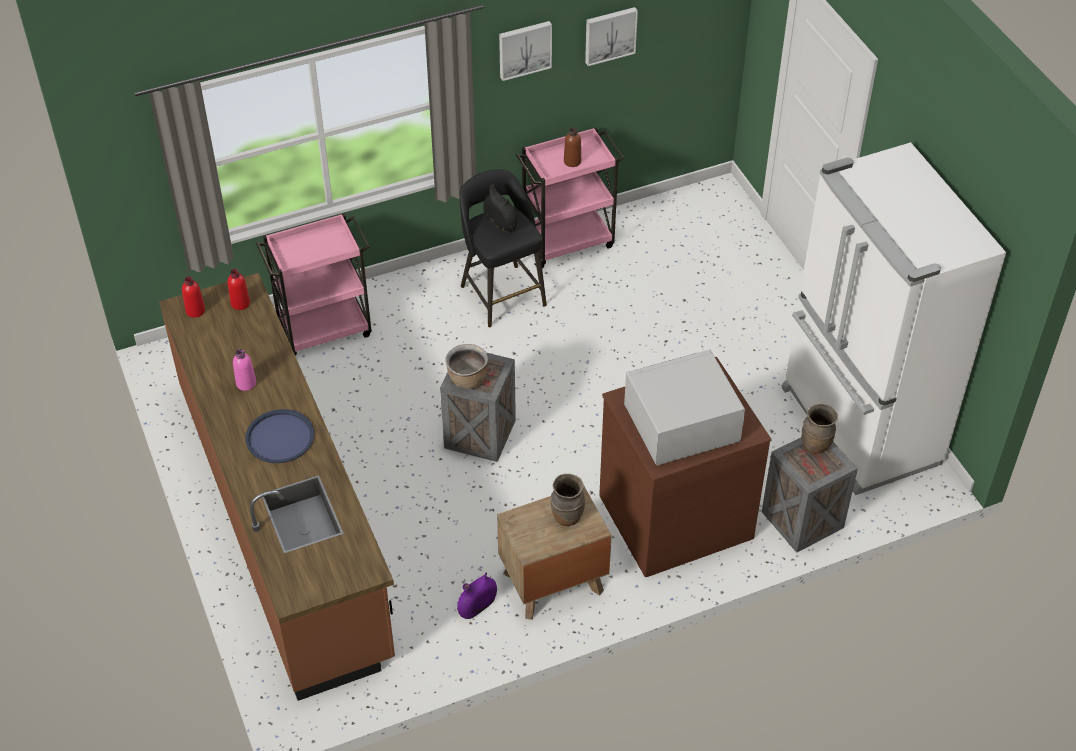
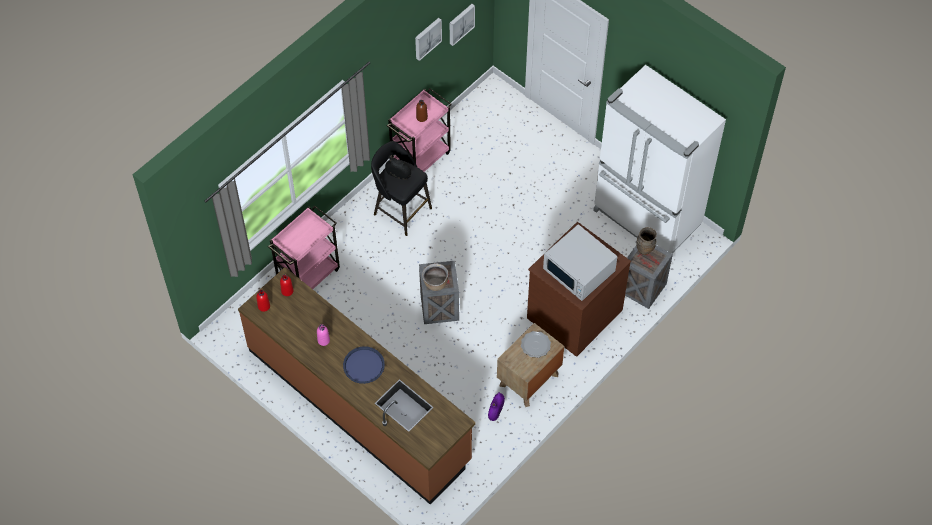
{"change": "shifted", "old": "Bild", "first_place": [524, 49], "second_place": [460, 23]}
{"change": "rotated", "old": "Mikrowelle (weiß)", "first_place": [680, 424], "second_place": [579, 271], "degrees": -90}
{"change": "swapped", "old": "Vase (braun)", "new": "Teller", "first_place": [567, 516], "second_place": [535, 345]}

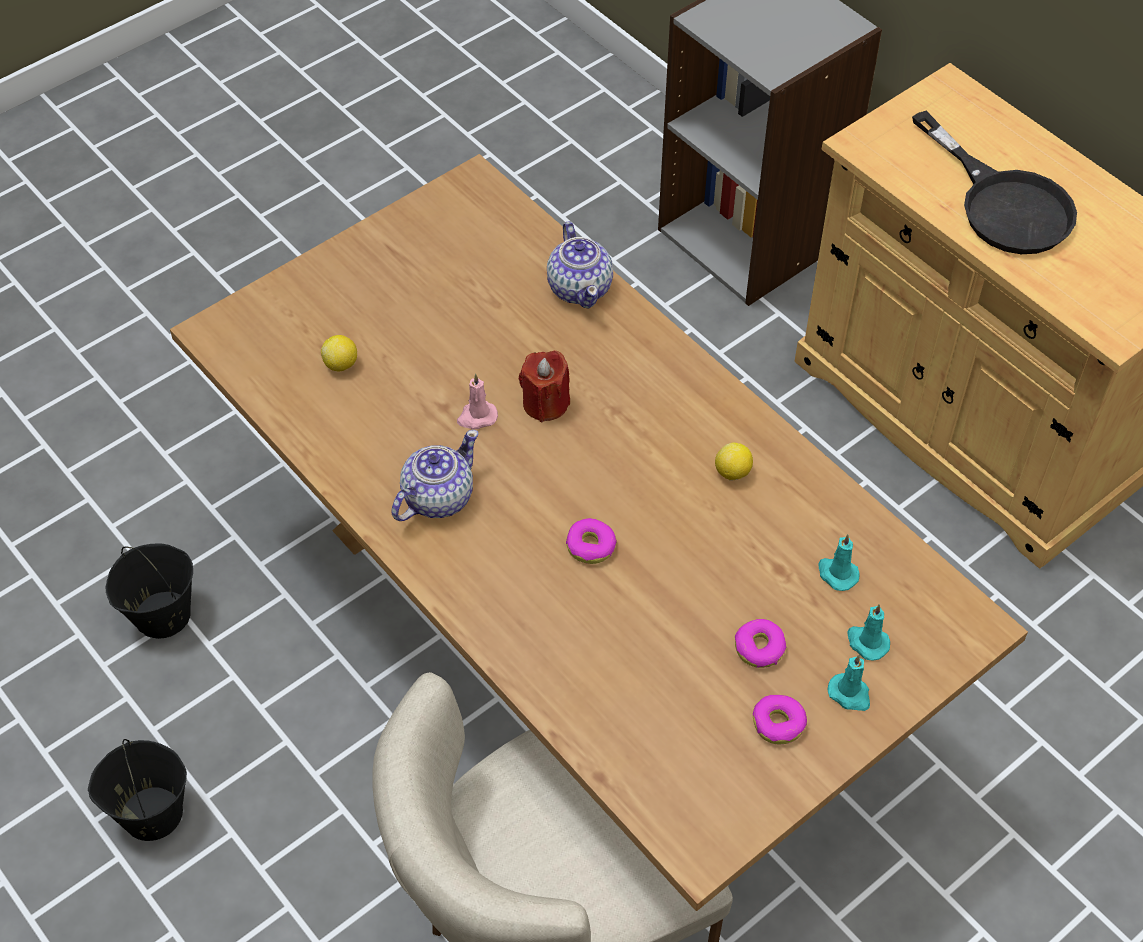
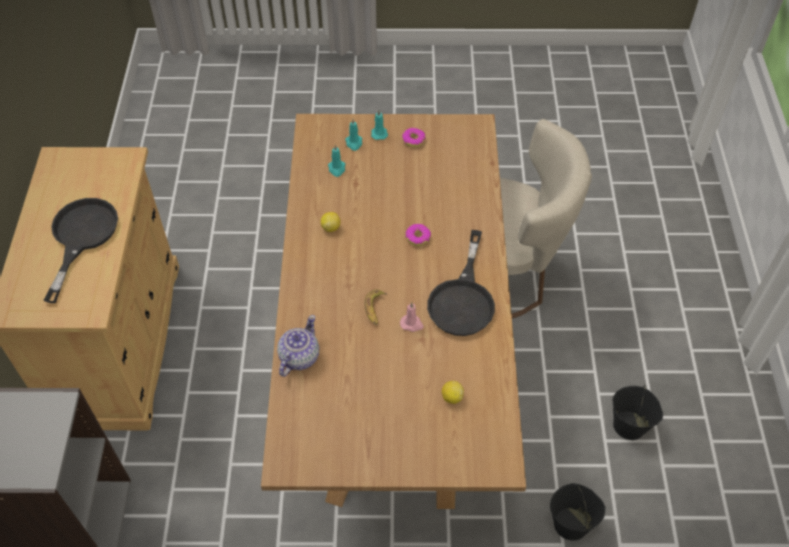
{"change": "swapped", "old": "Kerze (rot)", "new": "Banane", "first_place": [545, 403], "second_place": [375, 309]}
{"change": "swapped", "old": "Teekanne", "new": "Pfanne (schwarz)", "first_place": [437, 498], "second_place": [463, 299]}
{"change": "gone", "old": "Donut", "first_place": [759, 648]}

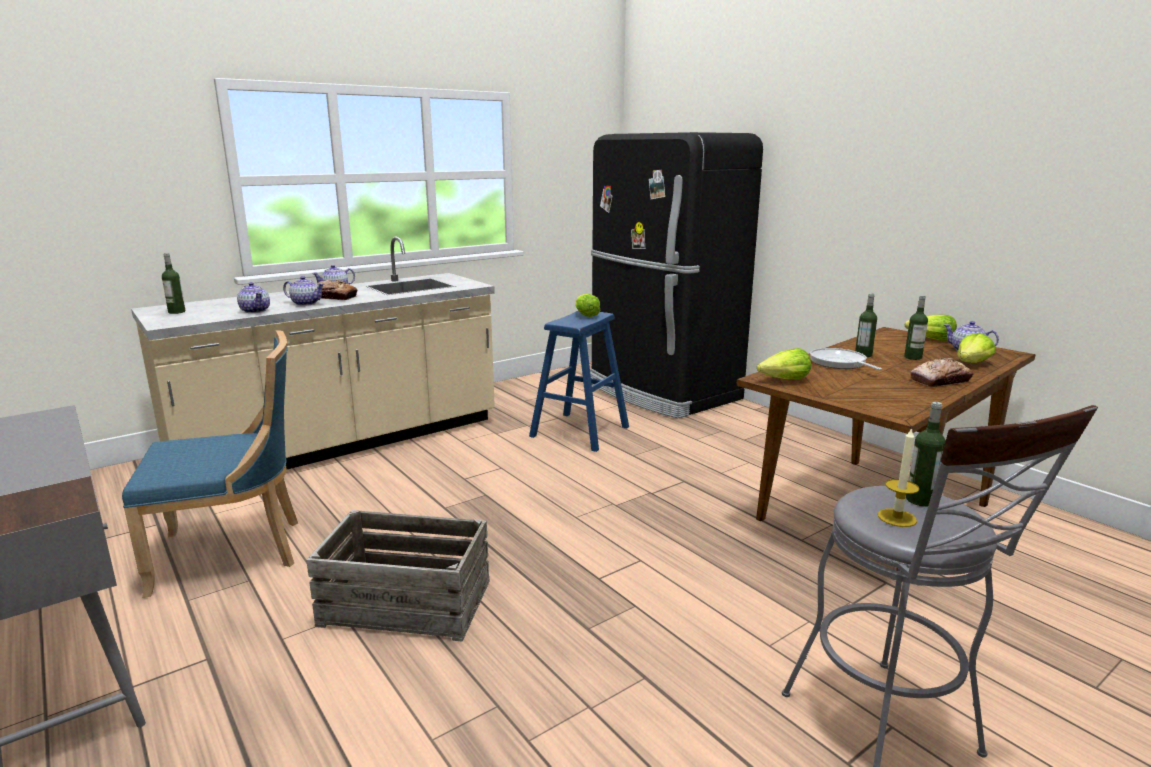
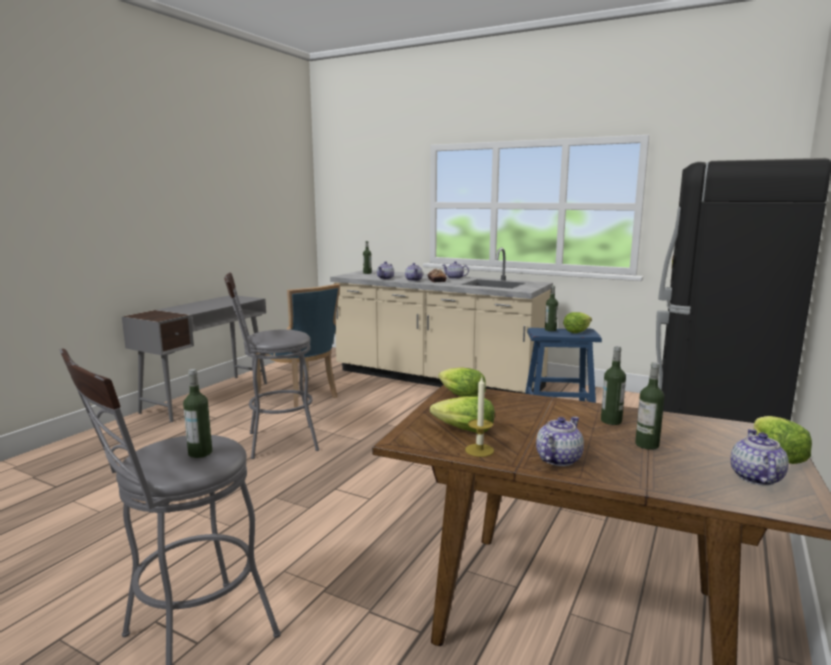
{"change": "shifted", "old": "Salatkopf", "first_place": [972, 364], "second_place": [464, 430]}
{"change": "gone", "old": "Pfanne", "first_place": [839, 363]}
{"change": "swapped", "old": "Brot", "new": "Teekanne", "first_place": [940, 381], "second_place": [557, 459]}
{"change": "shifted", "old": "Kerze", "first_place": [897, 518], "second_place": [479, 450]}
{"change": "swapped", "old": "Kiste", "new": "Hocker (grau)", "first_place": [405, 604], "second_place": [275, 442]}
{"change": "new", "new": "Flasche", "second_place": [550, 330]}

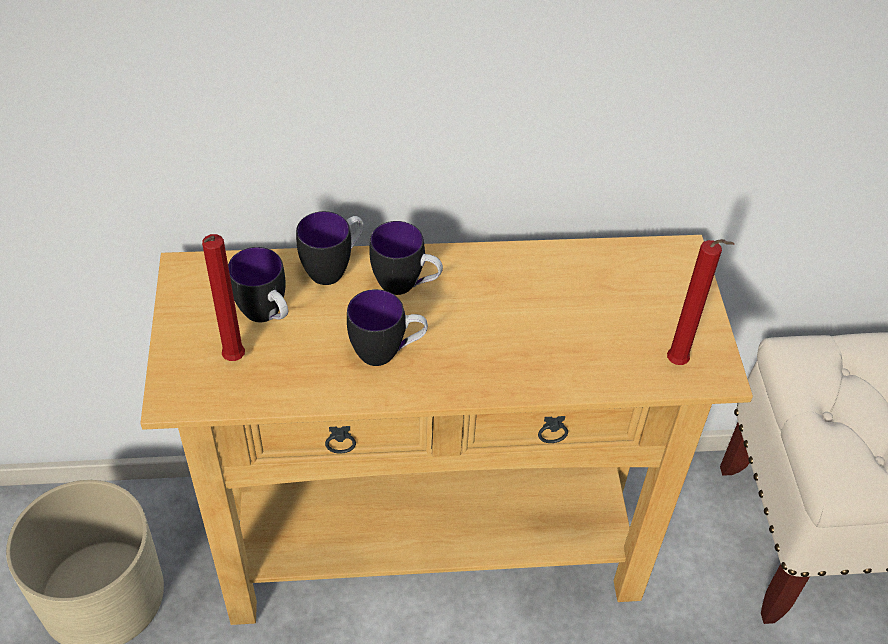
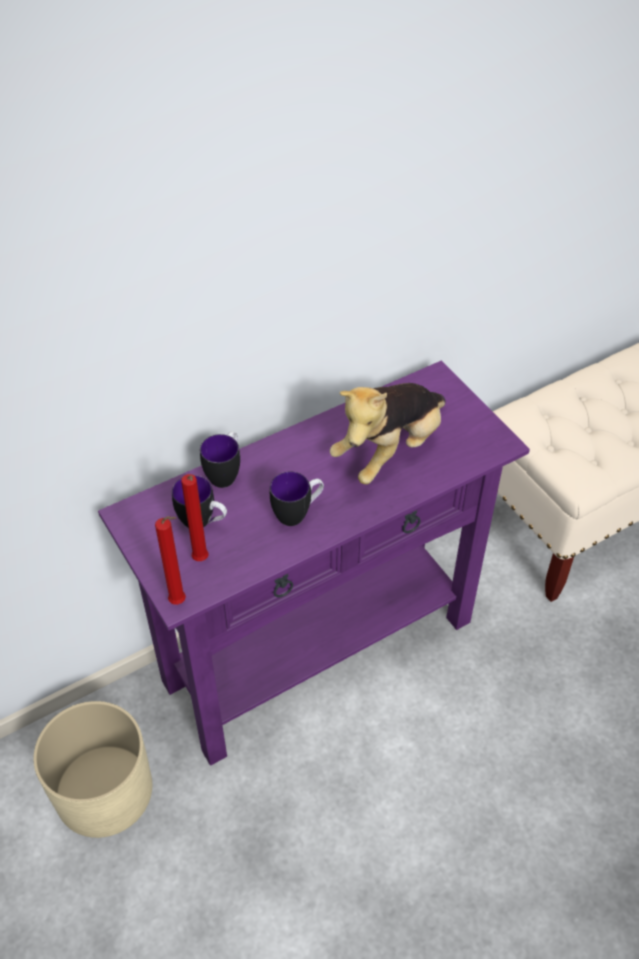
{"change": "gone", "old": "Henkelbecher", "first_place": [406, 286]}
{"change": "repainted", "old": "Konsolentisch (beige)", "new": "Konsolentisch (lila)", "first_place": [433, 549], "second_place": [319, 651]}
{"change": "shifted", "old": "Kerze (rot)", "first_place": [679, 364], "second_place": [180, 602]}
{"change": "new", "new": "Plüschtier", "second_place": [389, 450]}

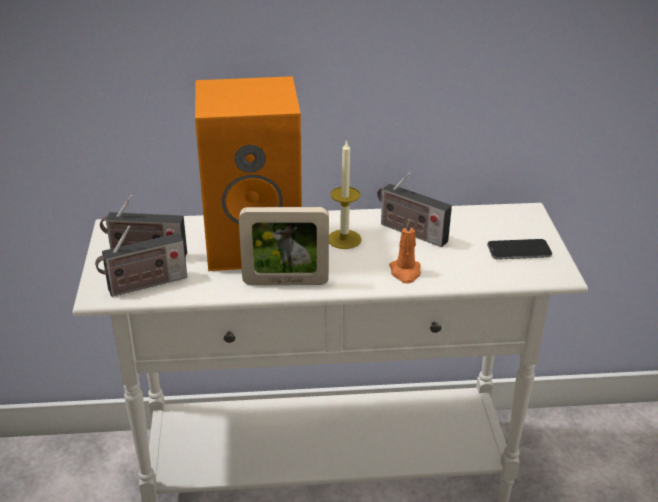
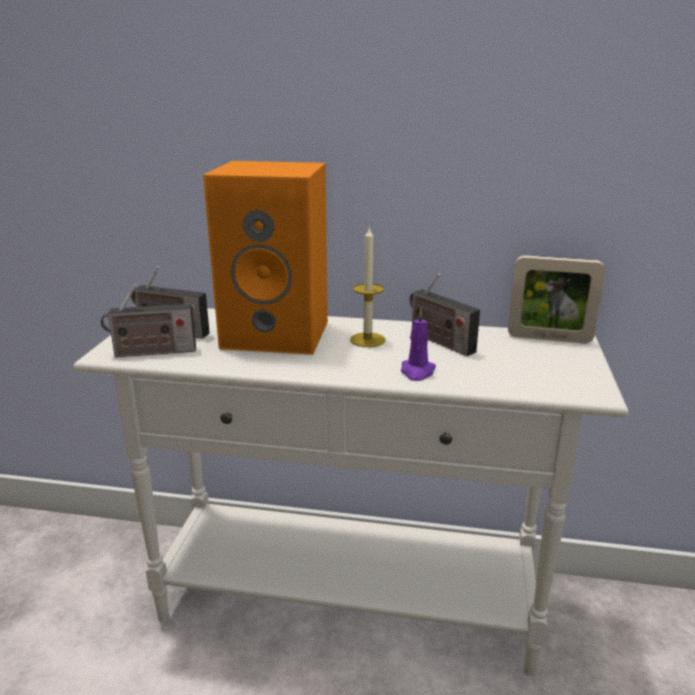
{"change": "shifted", "old": "Bilderrahmen", "first_place": [285, 282], "second_place": [549, 338]}
{"change": "repainted", "old": "Kerze (orange)", "new": "Kerze (lila)", "first_place": [405, 272], "second_place": [417, 372]}
{"change": "gone", "old": "Handy", "first_place": [519, 250]}

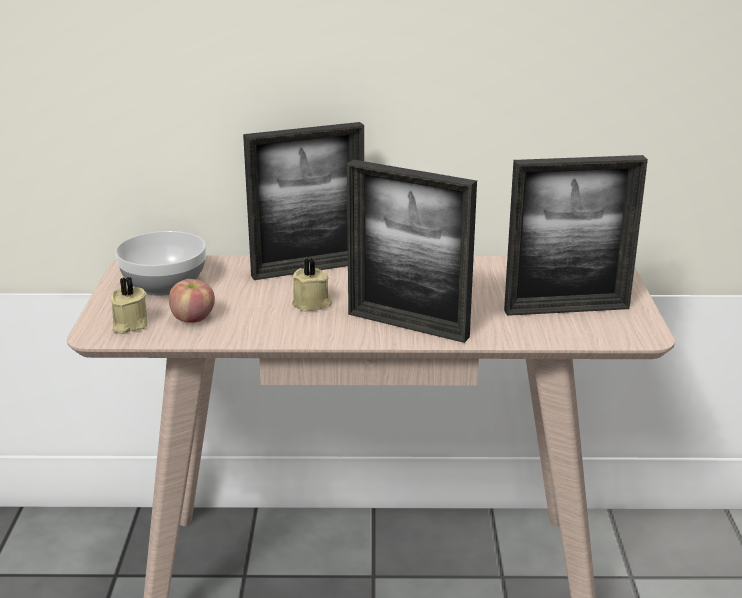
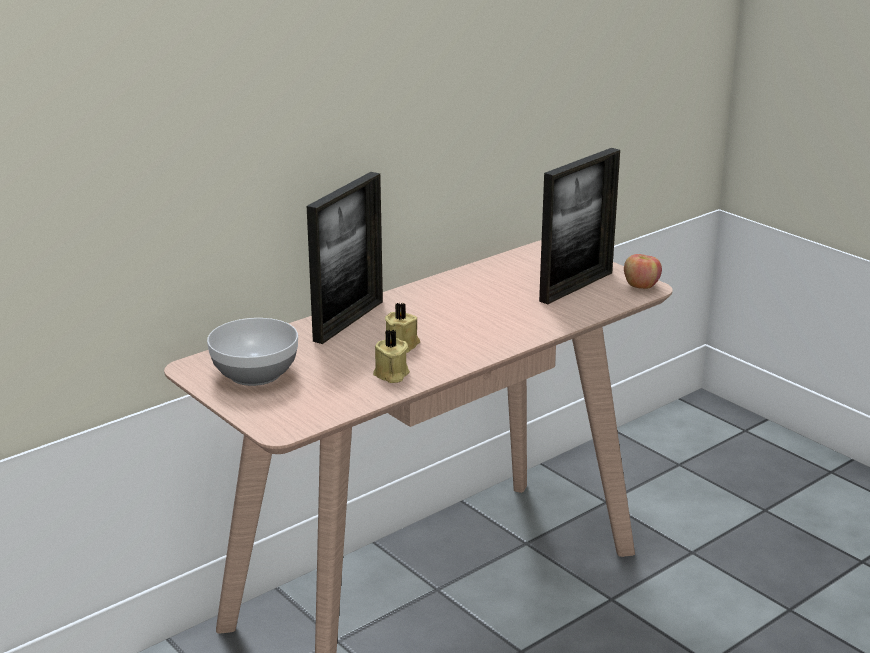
{"change": "gone", "old": "Bilderrahmen", "first_place": [407, 325]}
{"change": "shifted", "old": "Kerze (beige)", "first_place": [129, 325], "second_place": [391, 375]}
{"change": "shifted", "old": "Apfel", "first_place": [193, 319], "second_place": [641, 286]}

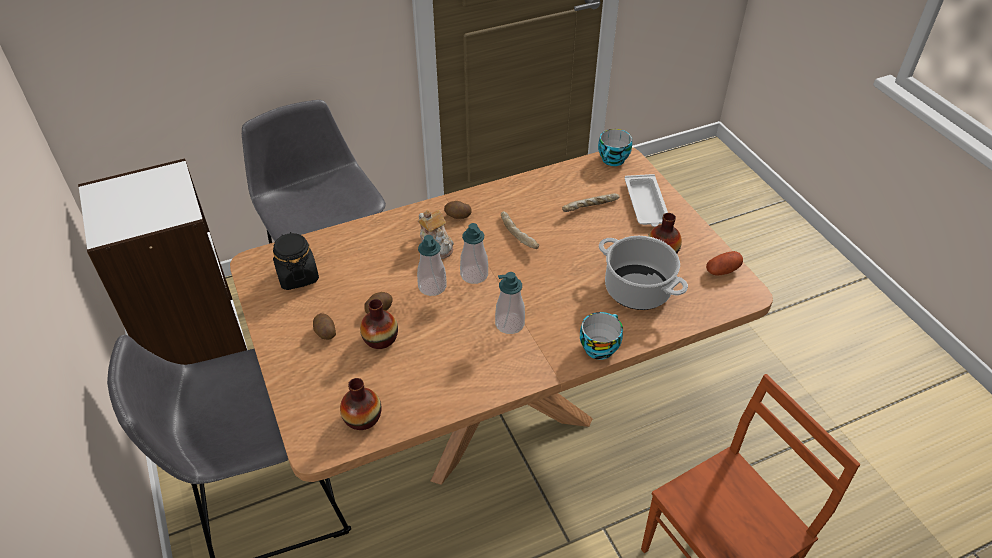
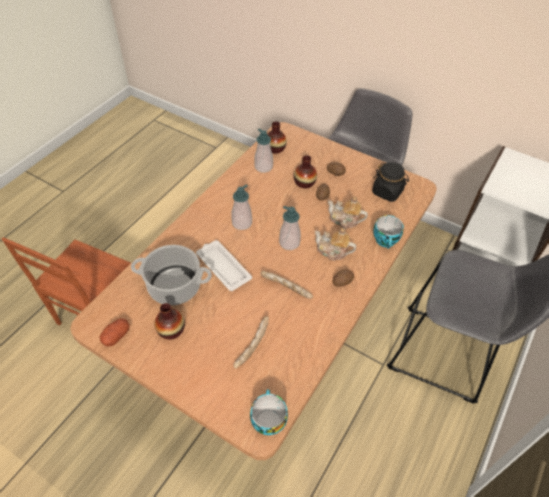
{"change": "shifted", "old": "Tablett (weiß)", "first_place": [646, 205], "second_place": [223, 267]}
{"change": "shifted", "old": "Seifenspender", "first_place": [432, 286], "second_place": [263, 167]}
{"change": "shifted", "old": "Tasse", "first_place": [599, 346], "second_place": [386, 241]}
{"change": "new", "new": "Teekanne", "second_place": [344, 220]}

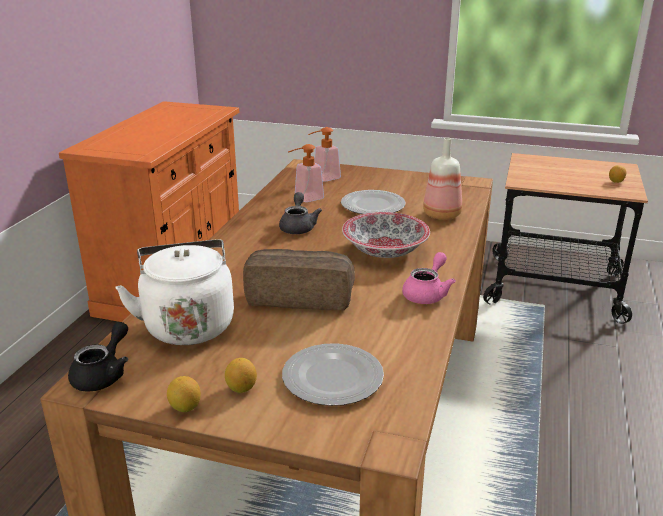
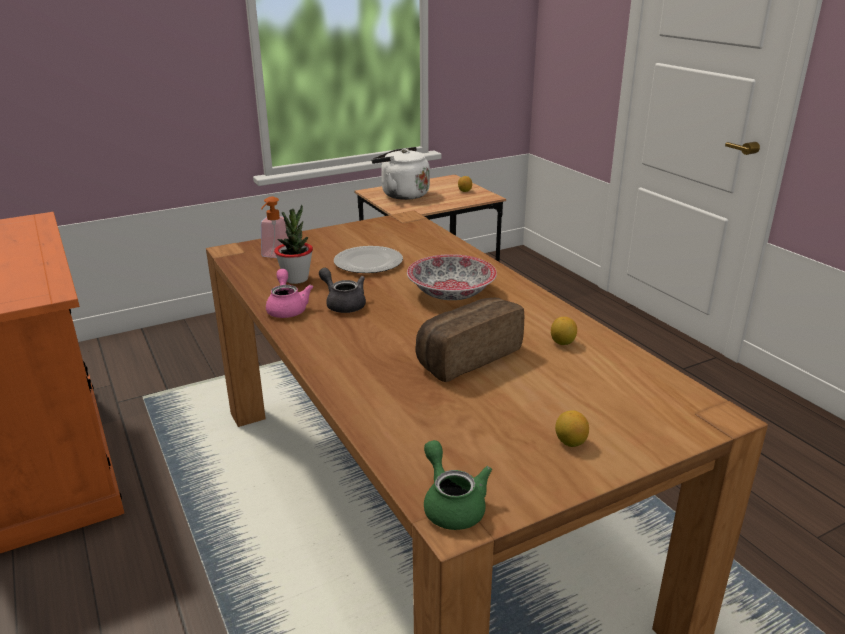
{"change": "gone", "old": "Flasche", "first_place": [443, 215]}
{"change": "swapped", "old": "Seifenspender", "new": "Topfpflanze", "first_place": [304, 198], "second_place": [296, 279]}
{"change": "shifted", "old": "Wasserkessel (weiß)", "first_place": [188, 324], "second_place": [402, 194]}
{"change": "shifted", "old": "Teekanne (rosa)", "first_place": [427, 293], "second_place": [287, 308]}
{"change": "repainted", "old": "Teekanne (schwarz)", "new": "Teekanne (grün)", "first_place": [103, 374], "second_place": [452, 504]}
{"change": "gone", "old": "Teller", "first_place": [332, 378]}
{"change": "shifted", "old": "Zitrone", "first_place": [185, 407], "second_place": [562, 342]}

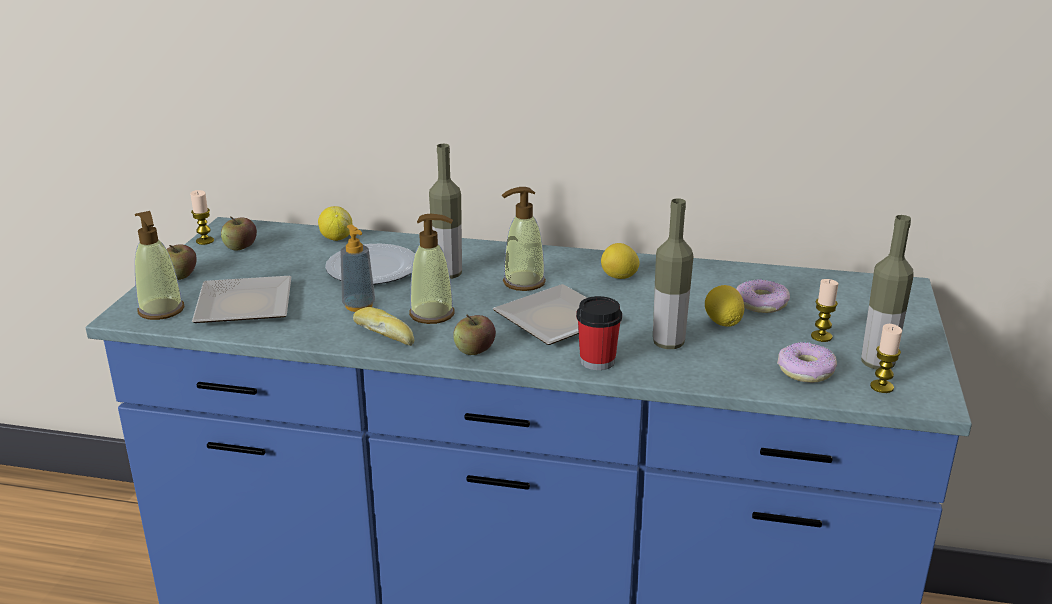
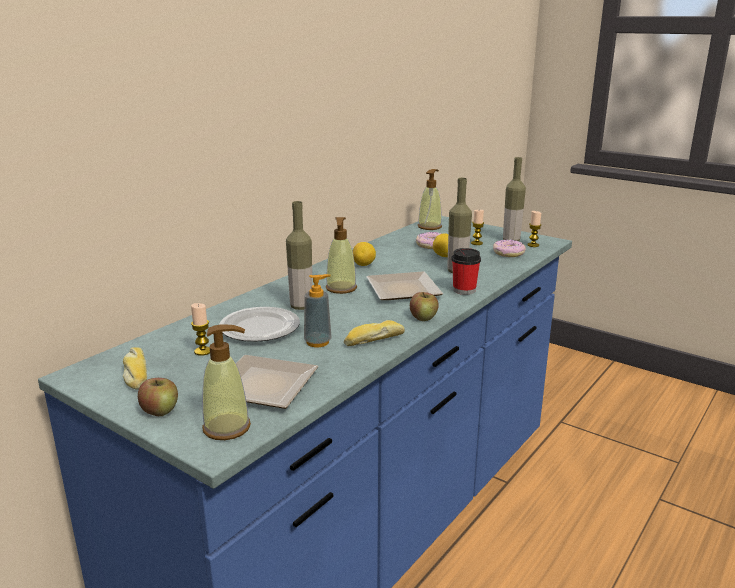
{"change": "shifted", "old": "Kerze", "first_place": [205, 241], "second_place": [203, 351]}
{"change": "gone", "old": "Zitrone", "first_place": [336, 238]}
{"change": "shifted", "old": "Seifenspender", "first_place": [432, 314], "second_place": [429, 227]}
{"change": "swapped", "old": "Apfel", "new": "Brot", "first_place": [240, 247], "second_place": [135, 374]}

